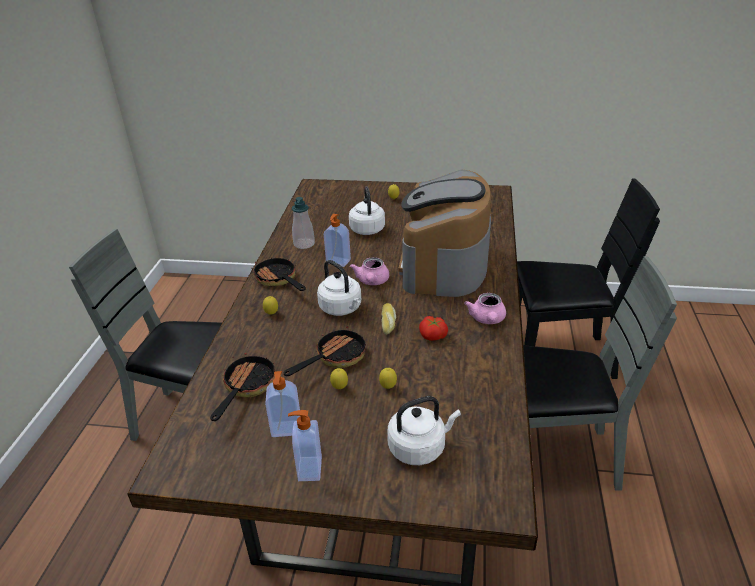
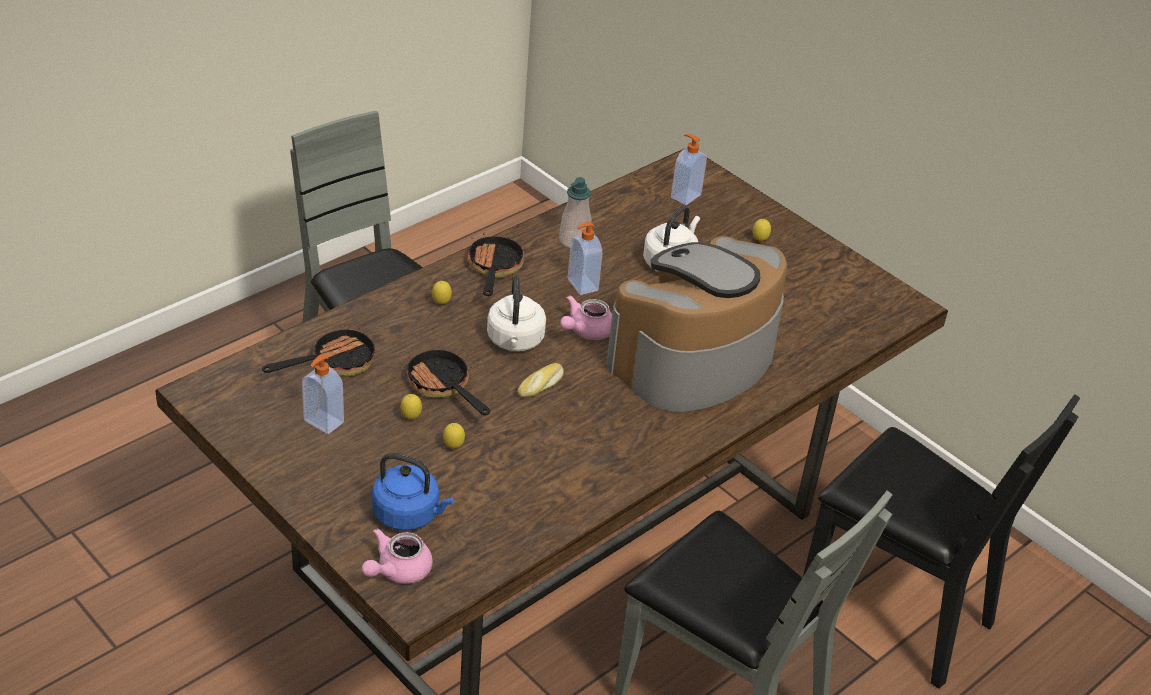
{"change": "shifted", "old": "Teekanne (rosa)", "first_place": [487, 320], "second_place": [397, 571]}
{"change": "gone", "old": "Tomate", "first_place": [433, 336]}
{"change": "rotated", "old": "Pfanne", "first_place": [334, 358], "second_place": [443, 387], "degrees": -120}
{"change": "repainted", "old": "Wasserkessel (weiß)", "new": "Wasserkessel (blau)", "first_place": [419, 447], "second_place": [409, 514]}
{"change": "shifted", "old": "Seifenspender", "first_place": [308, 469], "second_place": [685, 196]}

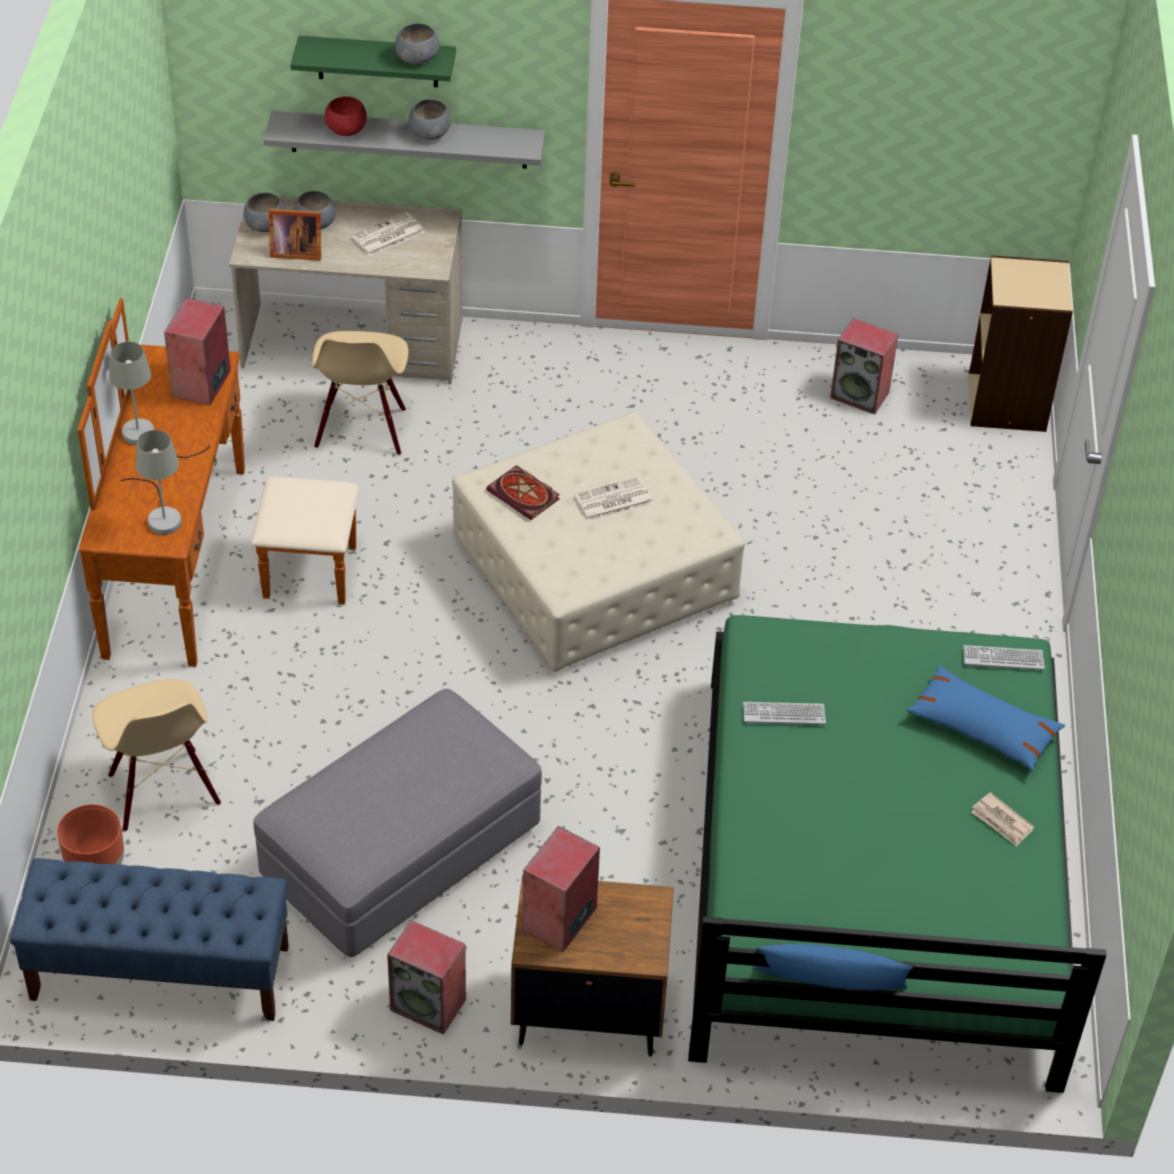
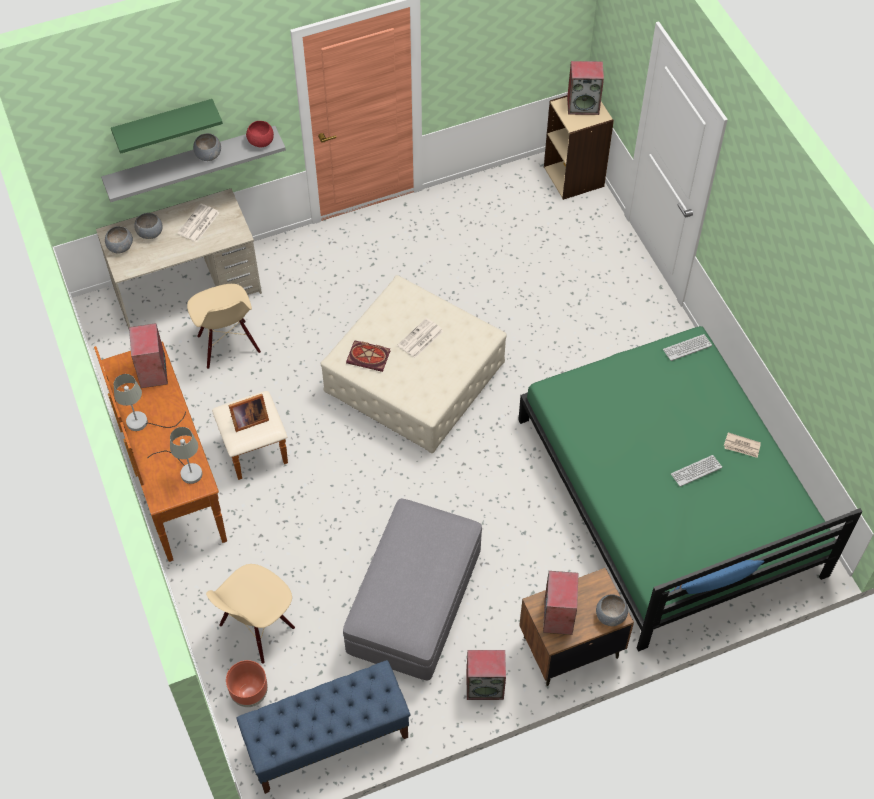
{"change": "shifted", "old": "Schüssel (grau)", "first_place": [416, 58], "second_place": [610, 615]}
{"change": "shifted", "old": "Schüssel (rot)", "first_place": [346, 129], "second_place": [261, 141]}
{"change": "shifted", "old": "Bilderrahmen", "first_place": [294, 251], "second_place": [248, 420]}
{"change": "shifted", "old": "Lautsprecher", "first_place": [860, 395], "second_place": [583, 105]}
{"change": "gone", "old": "Kissen (blau)", "first_place": [982, 728]}
{"change": "rotated", "old": "Stuhl (beige)", "first_place": [162, 790], "second_place": [257, 628], "degrees": 90}
{"change": "shifted", "old": "Tastatur", "first_place": [784, 714], "second_place": [696, 471]}

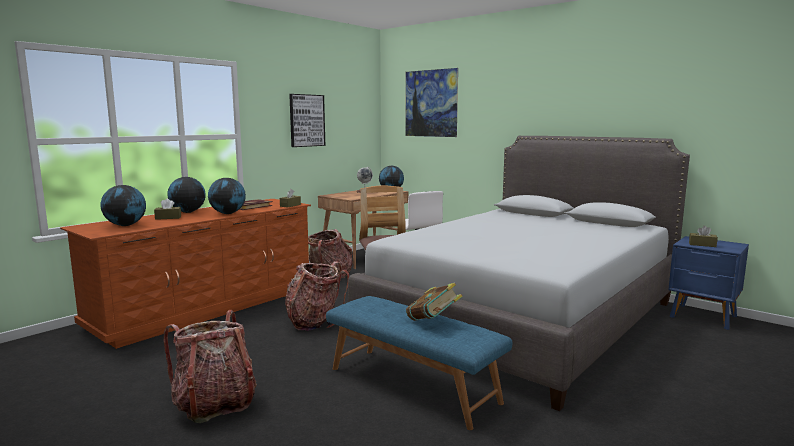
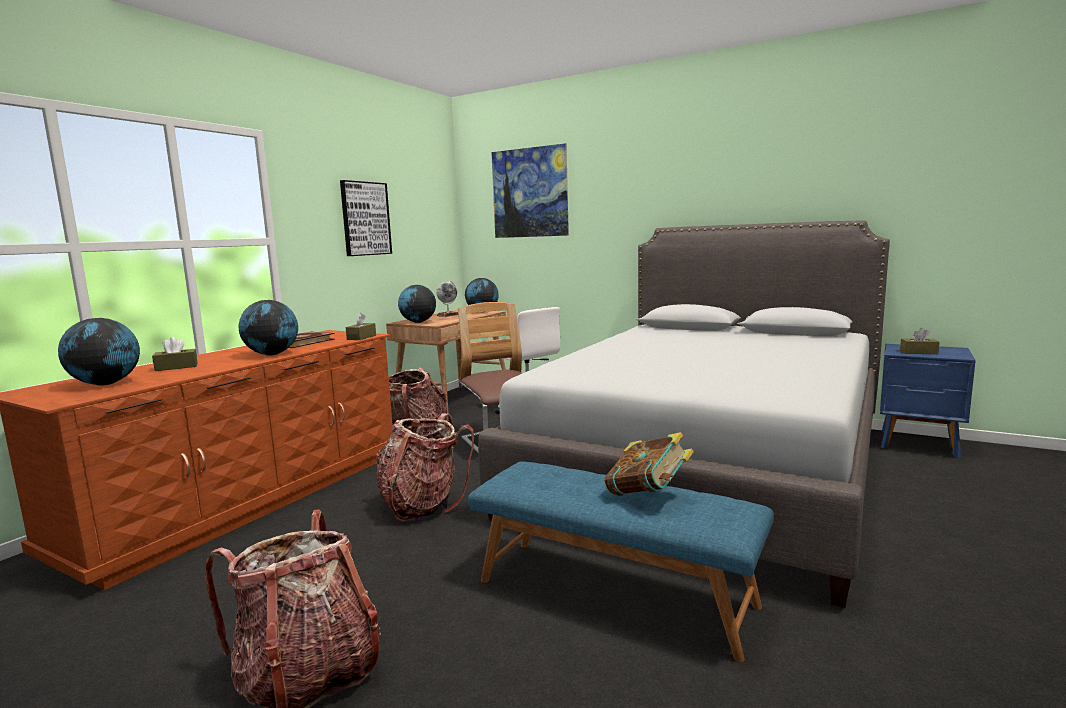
{"change": "shifted", "old": "Globus", "first_place": [187, 212], "second_place": [418, 322]}

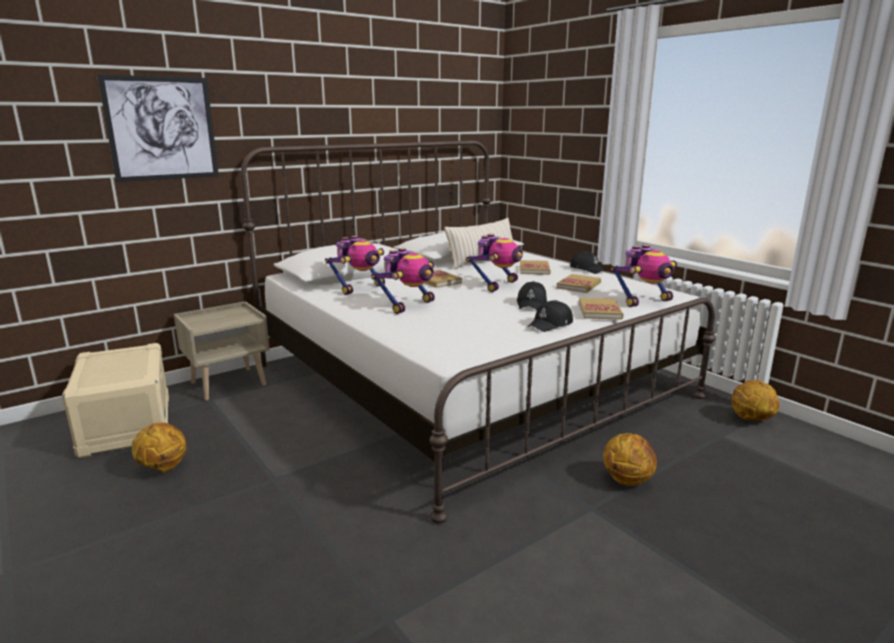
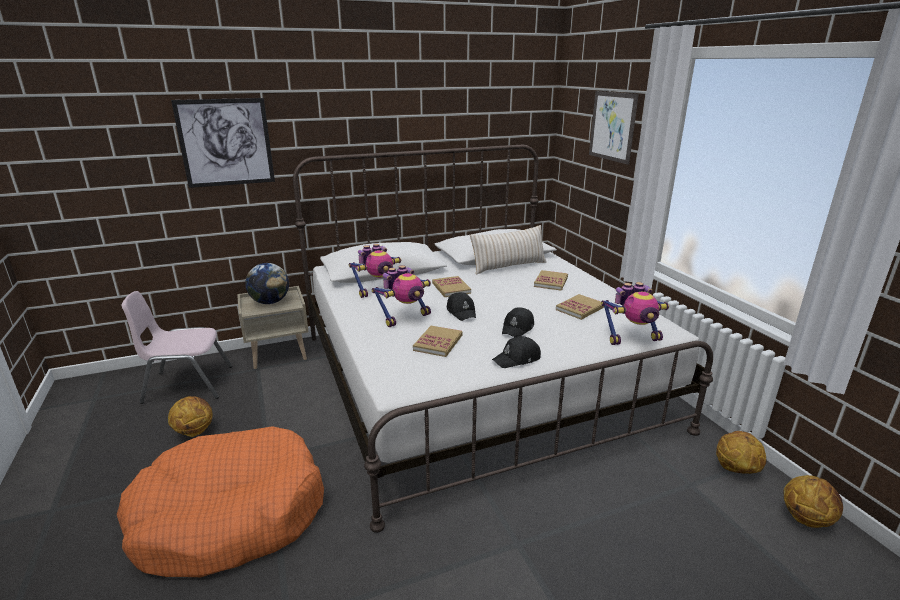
{"change": "gone", "old": "Spielzeugroboter", "first_place": [497, 285]}
{"change": "shifted", "old": "Kappe (schwarz)", "first_place": [587, 269], "second_place": [461, 312]}
{"change": "shifted", "old": "Buch", "first_place": [599, 311], "second_place": [438, 343]}
{"change": "swapped", "old": "Aufbewahrungsbox (beige)", "new": "Stuhl (rosa)", "first_place": [126, 425], "second_place": [188, 384]}
{"change": "shifted", "old": "Basketball", "first_place": [627, 480], "second_place": [806, 518]}
{"change": "new", "new": "Bild", "second_place": [612, 126]}
{"change": "new", "new": "Globus", "second_place": [270, 302]}
{"change": "new", "new": "Hundebett (orange)", "second_place": [230, 515]}

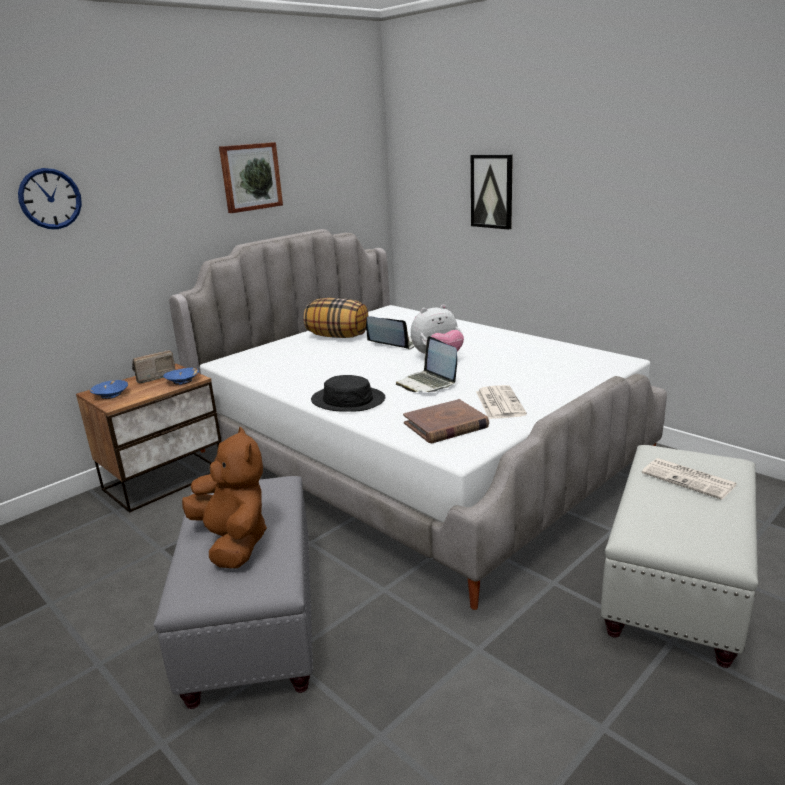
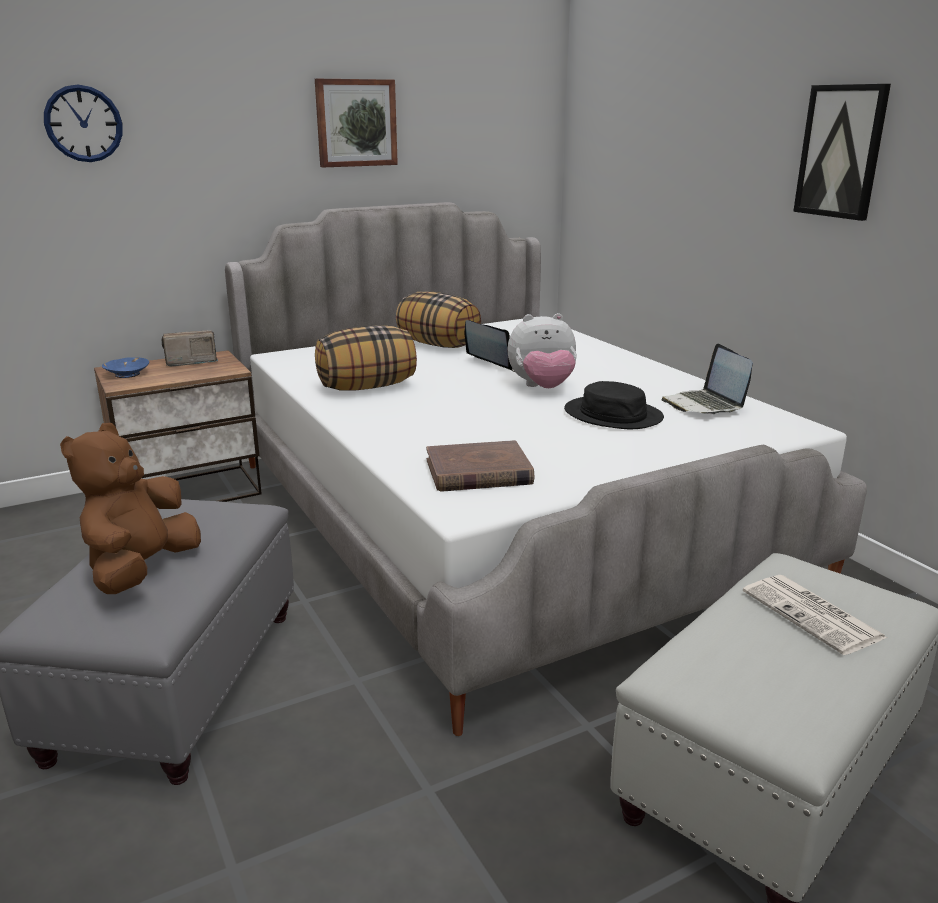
{"change": "shifted", "old": "Bild", "first_place": [492, 191], "second_place": [841, 151]}
{"change": "shifted", "old": "Laptop", "first_place": [427, 383], "second_place": [704, 405]}
{"change": "gone", "old": "Schüssel (blau)", "first_place": [183, 381]}
{"change": "shifted", "old": "Hut (schwarz)", "first_place": [348, 400], "second_place": [613, 415]}
{"change": "gone", "old": "Zeitung", "first_place": [499, 403]}
{"change": "rotated", "old": "Plüschtier (braun)", "first_place": [233, 542], "second_place": [141, 570], "degrees": -150}
{"change": "new", "new": "Kissen", "second_place": [367, 387]}

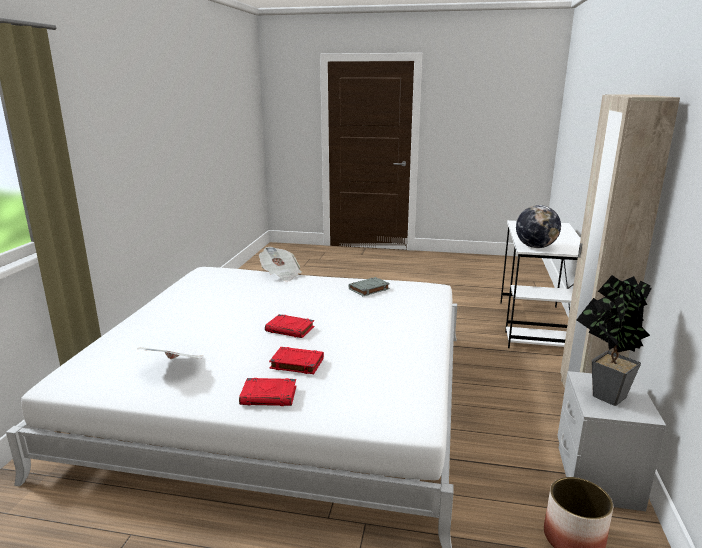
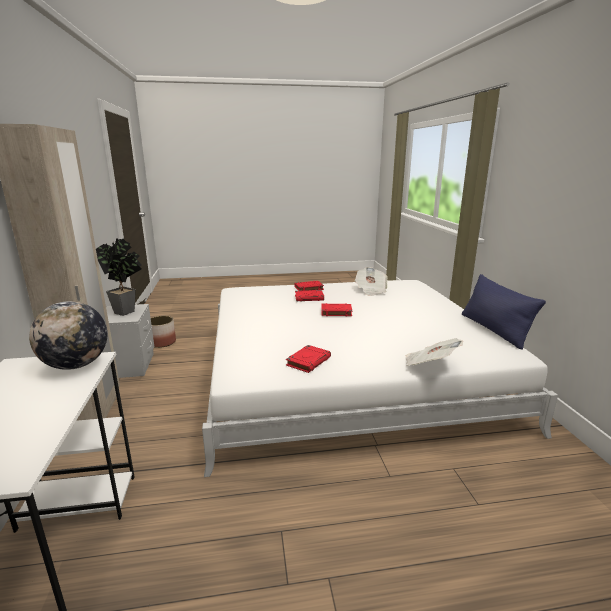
{"change": "repainted", "old": "Buch (grau)", "new": "Buch (rot)", "first_place": [369, 289], "second_place": [308, 361]}
{"change": "new", "new": "Kissen (blau)", "second_place": [494, 330]}

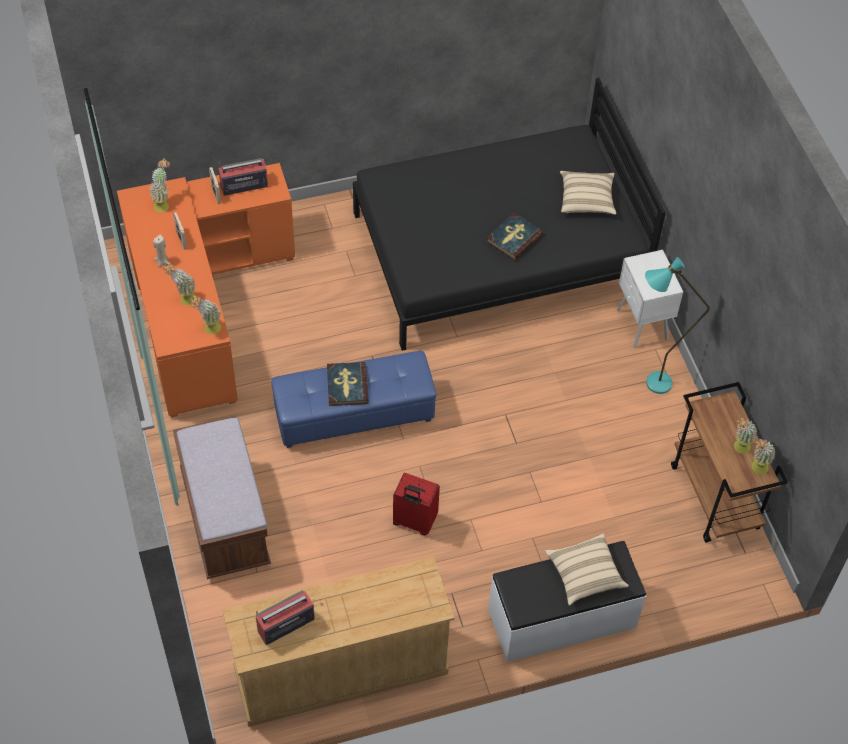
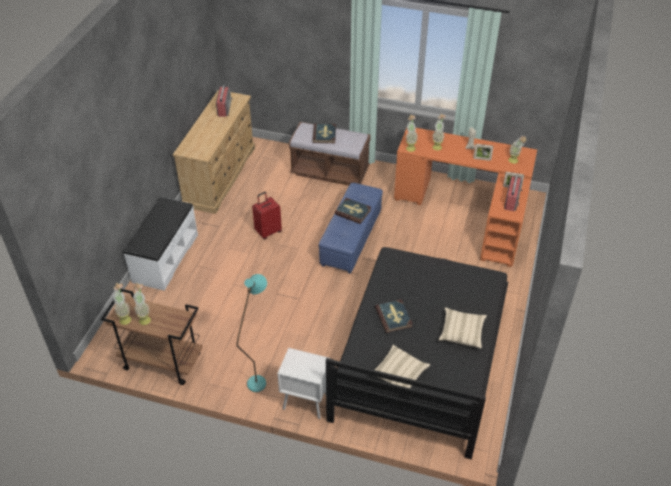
{"change": "shifted", "old": "Kissen (beige)", "first_place": [585, 575], "second_place": [461, 333]}
{"change": "new", "new": "Buch", "second_place": [324, 134]}

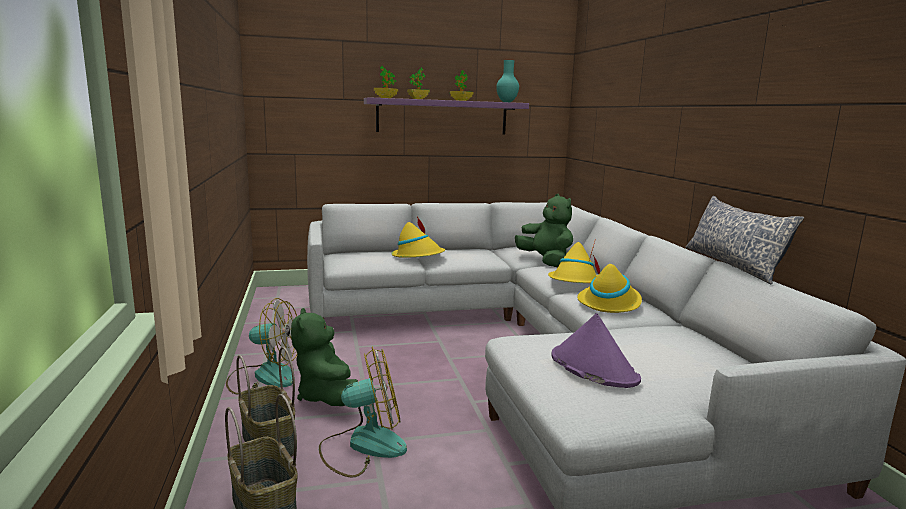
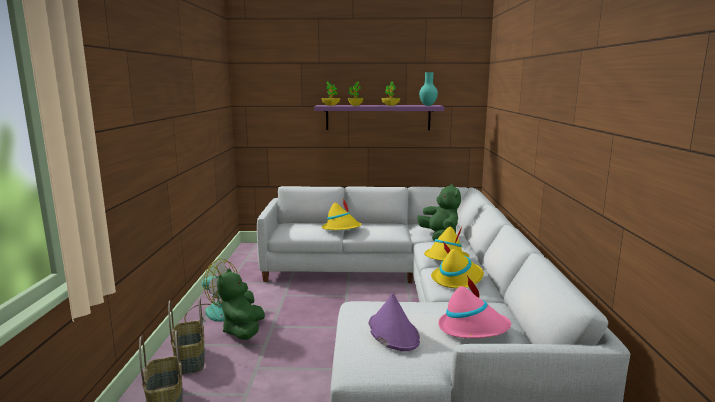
{"change": "gone", "old": "Kissen", "first_place": [732, 264]}
{"change": "gone", "old": "Ventilator", "first_place": [363, 446]}
{"change": "new", "new": "Hut (rosa)", "second_place": [473, 328]}

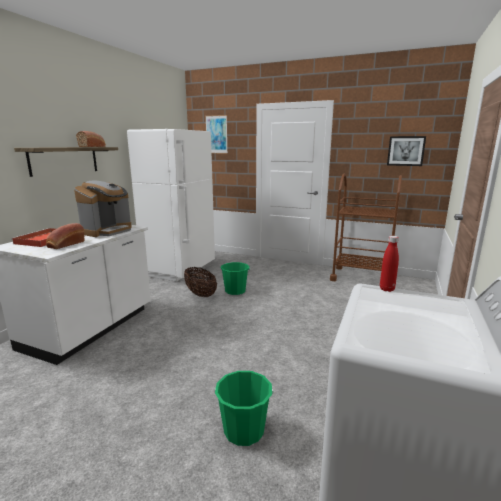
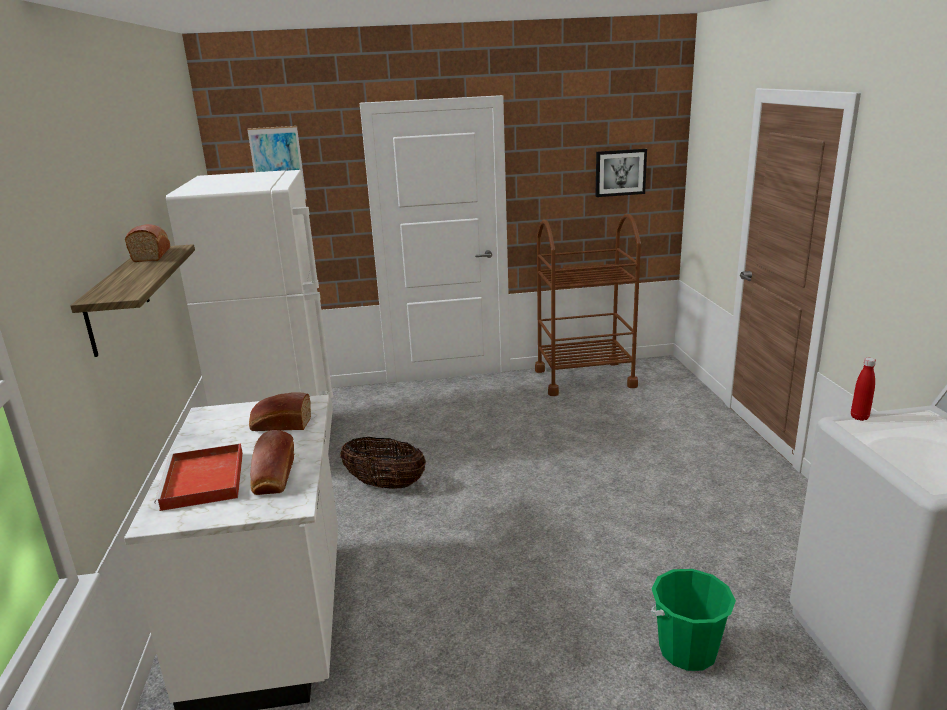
{"change": "swapped", "old": "Kaffeemaschine", "new": "Brot", "first_place": [107, 231], "second_place": [280, 425]}
{"change": "gone", "old": "Eimer (grün)", "first_place": [235, 291]}

